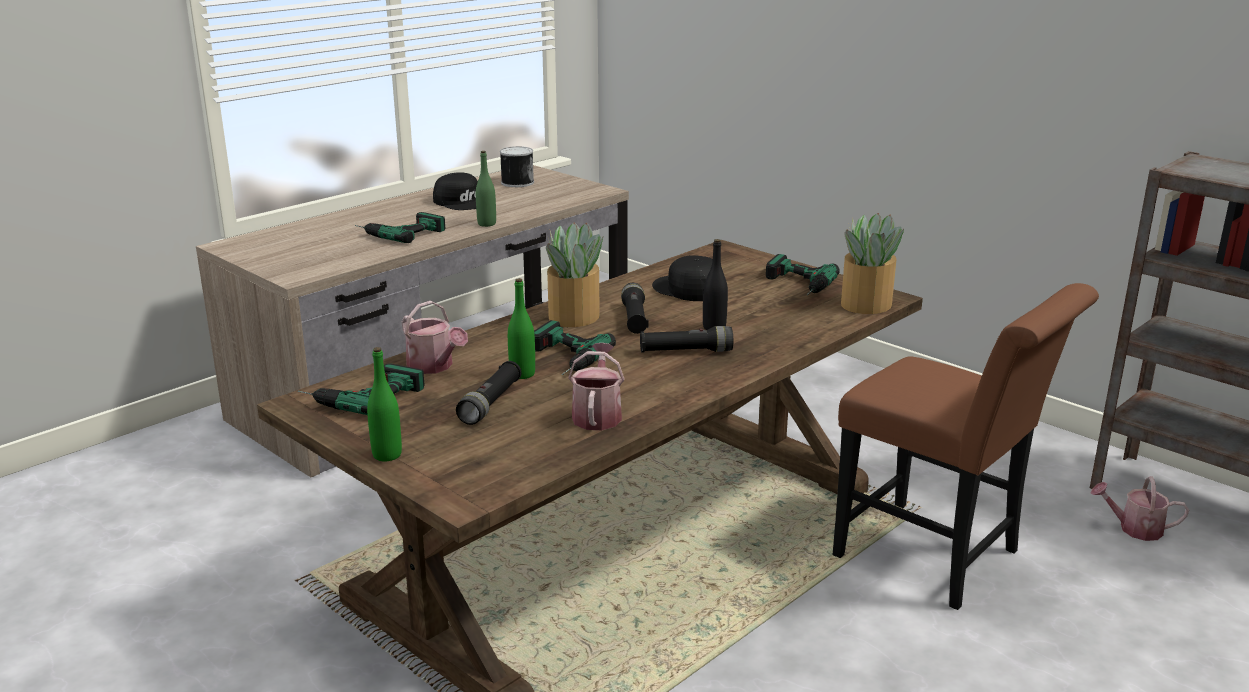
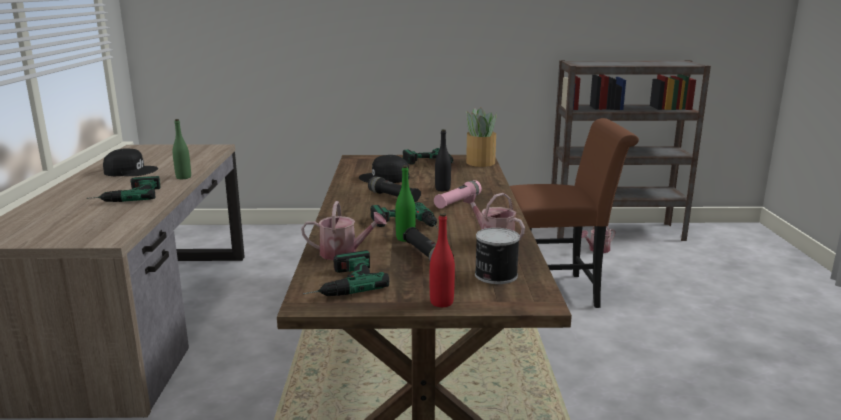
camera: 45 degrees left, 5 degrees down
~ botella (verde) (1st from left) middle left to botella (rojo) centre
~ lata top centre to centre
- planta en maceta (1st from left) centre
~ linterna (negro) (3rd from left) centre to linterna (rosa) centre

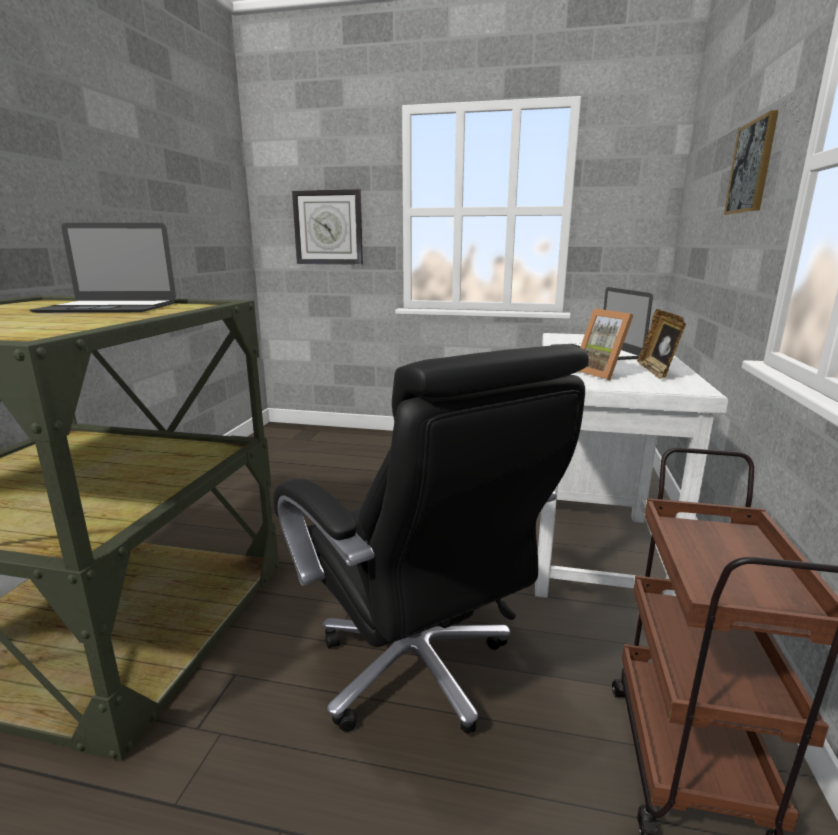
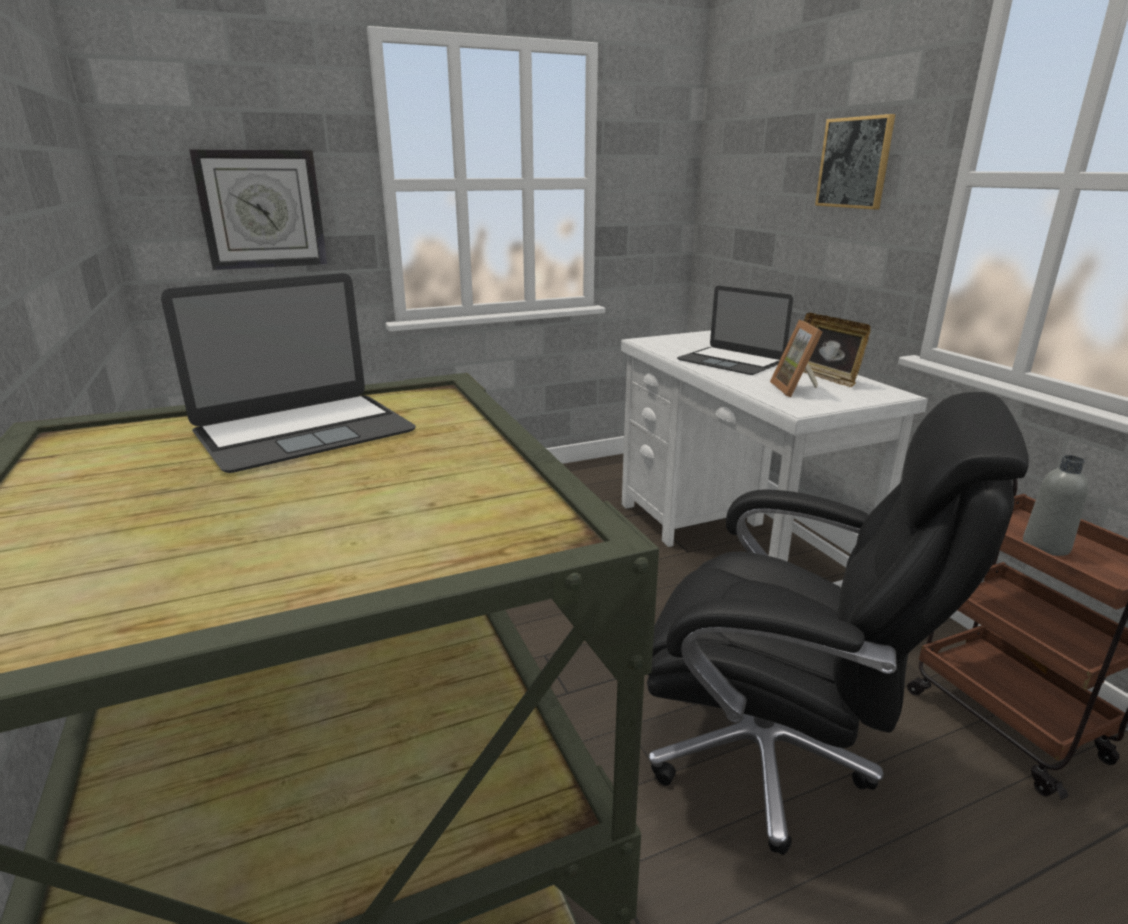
camera: 35 degrees left, 5 degrees up
~ portarretratos (1st from left) middle right = middle right 60 degrees clockwise
+ botella (gris) middle right

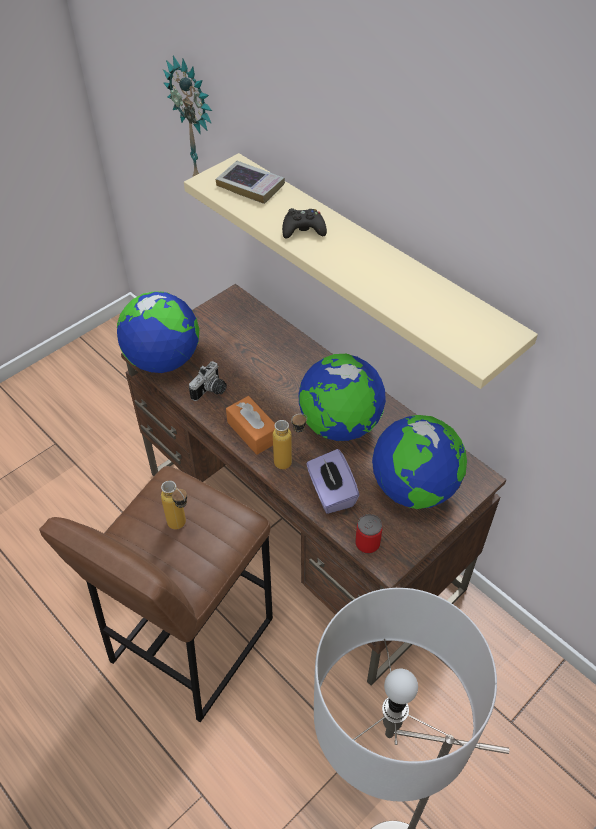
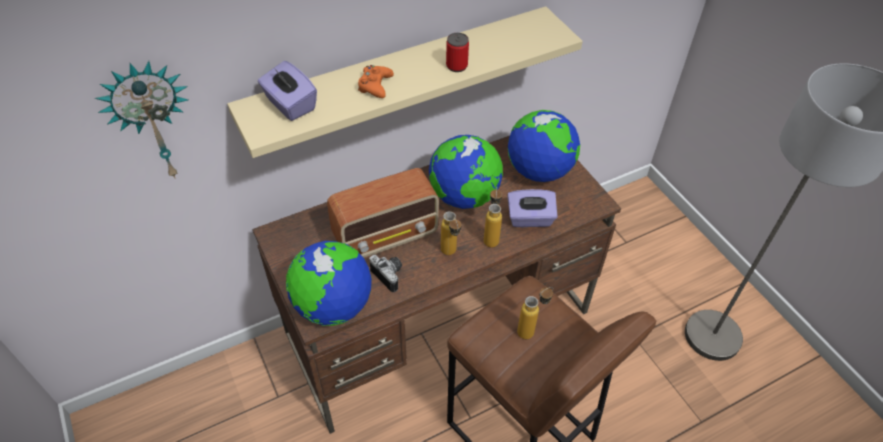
camera: 75 degrees left, 0 degrees up
~ libro top centre to caja de pañuelos (morado) (1st from left) top left
~ caja de pañuelos (naranja) centre to botella (1st from left) centre
~ mando de consola (negro) top centre to mando de consola (naranja) top centre
~ lata centre to top centre
+ radio centre

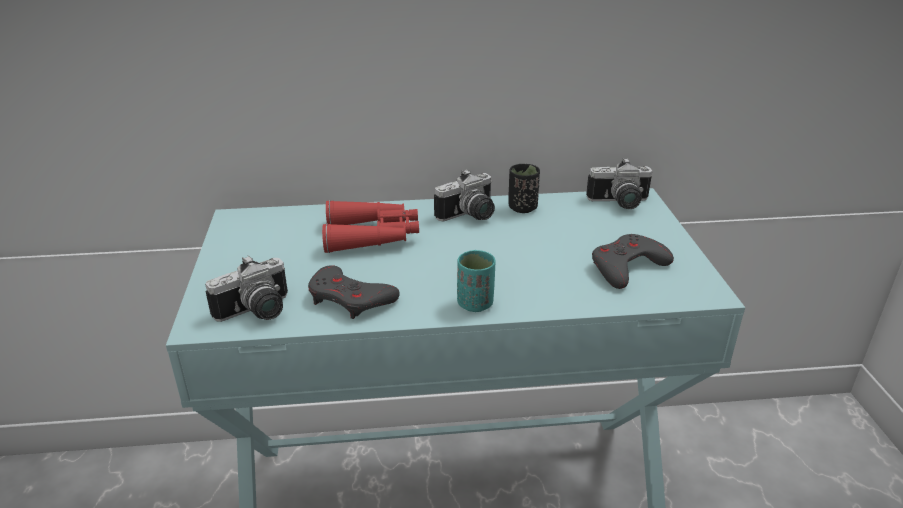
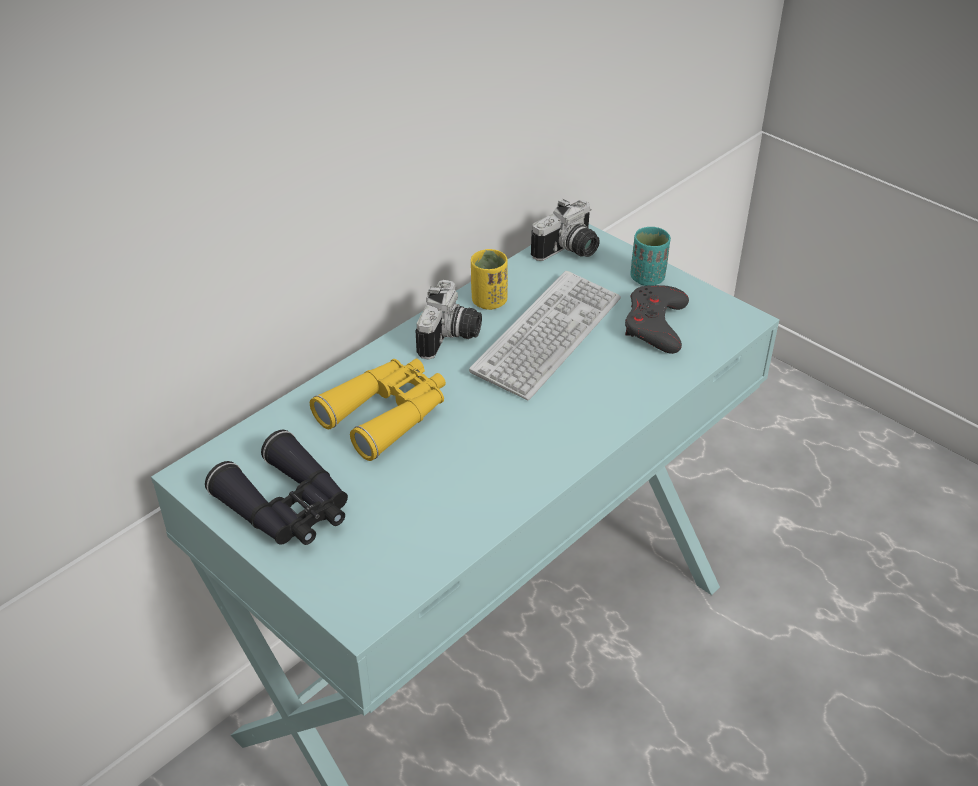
camera: 40 degrees left, 10 degrees up
- cámara (1st from left) middle left
- mando de consola (gris) (1st from left) centre
~ prismáticos (rojo) centre to prismáticos (amarillo) centre
~ taza (turquesa) centre to top centre
~ taza (negro) centre to taza (amarillo) centre
+ prismáticos (negro) middle left
+ teclado centre

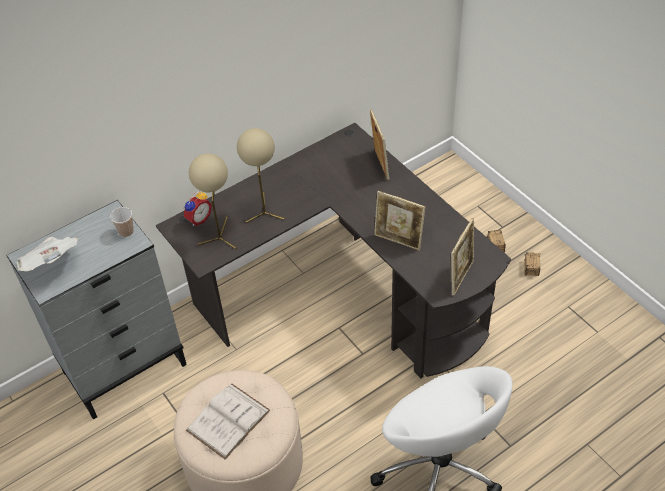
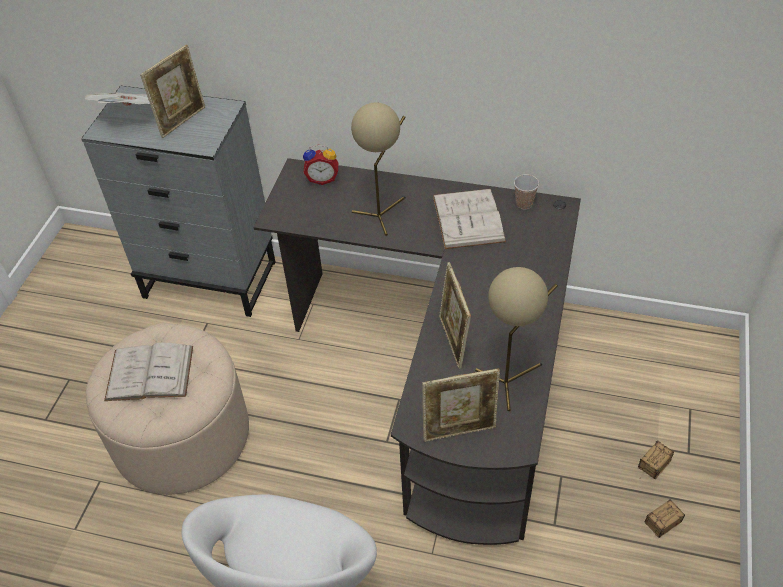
camera: 50 degrees right, 0 degrees up
~ taza middle left to top right
~ lámpara de mesa (beis) (1st from left in the first image) middle left to lámpara de mesa (beis) (2nd from left) centre
~ portarretratos (1st from left) top centre to top left
+ libro (blanco) (2nd from left) centre

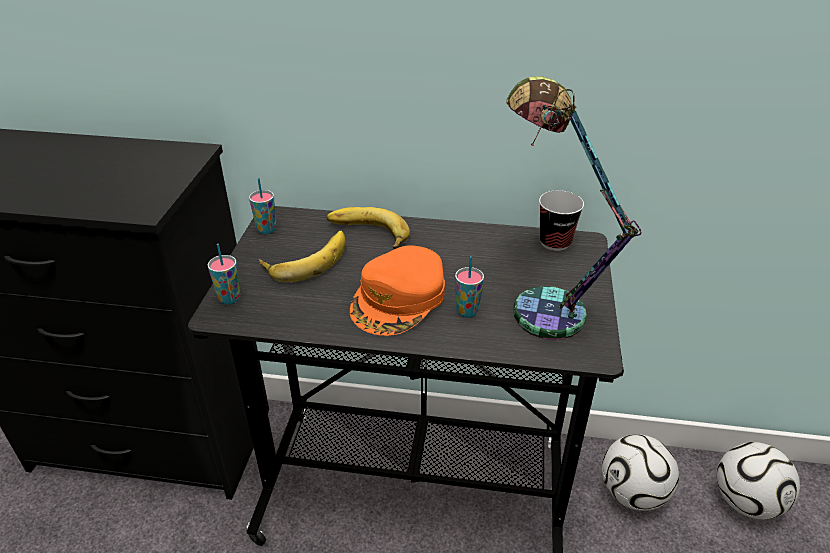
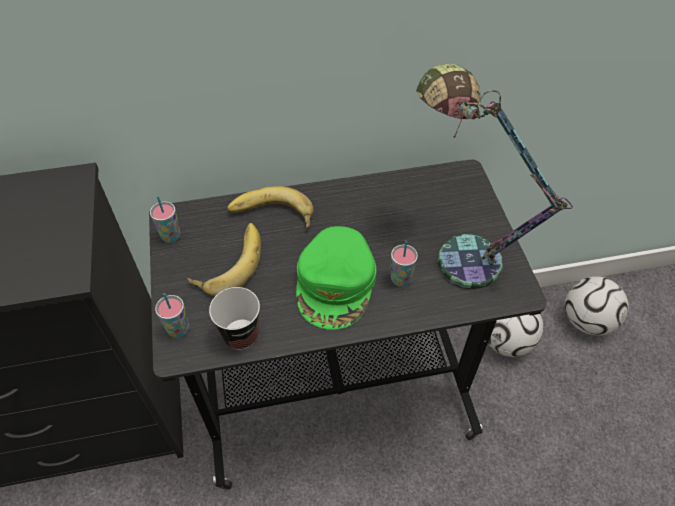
camera: 20 degrees left, 15 degrees up
~ gorra (naranja) centre to gorra (verde) centre
~ taza (4th from left in the first image) middle right to taza (3rd from left) centre

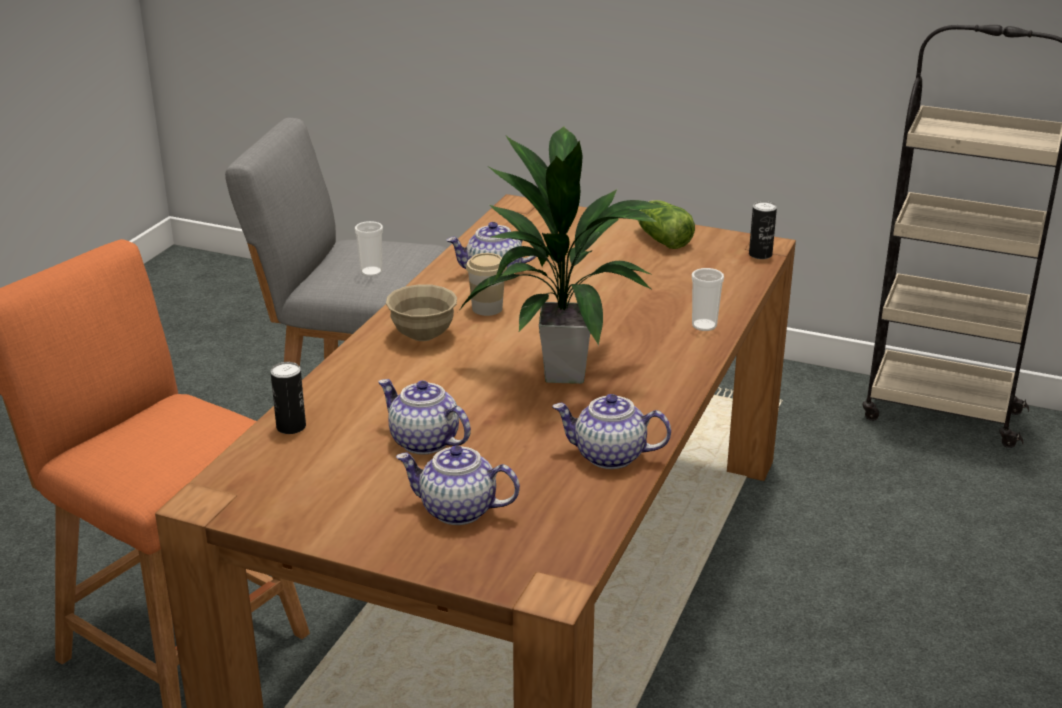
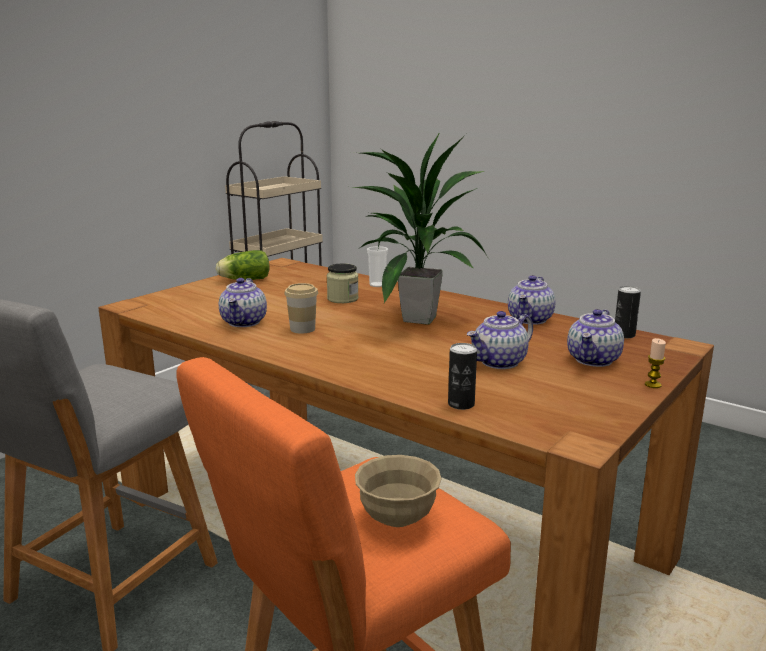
camera: 75 degrees left, 10 degrees down
- taza (1st from left) centre
~ cuenco (beis) centre to bottom centre
~ lata (2nd from left) top right to middle right
+ tarro centre
+ vela middle right

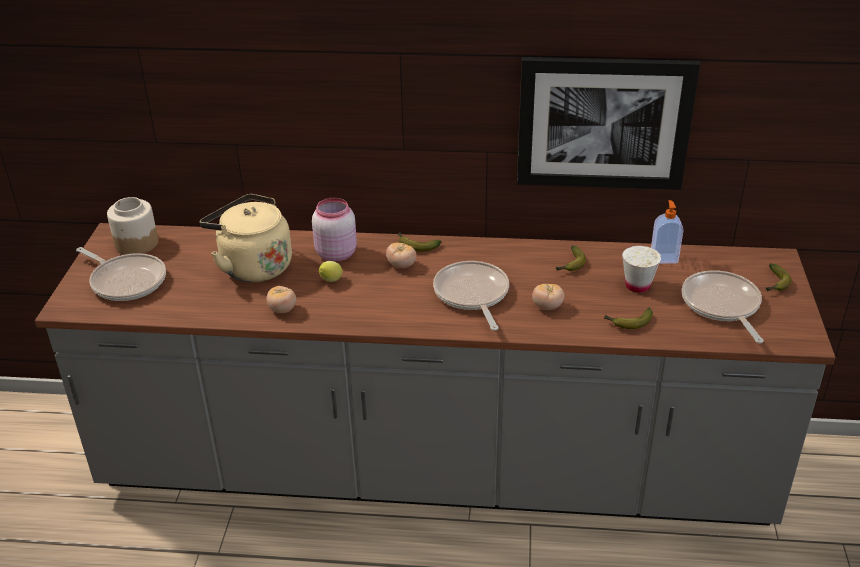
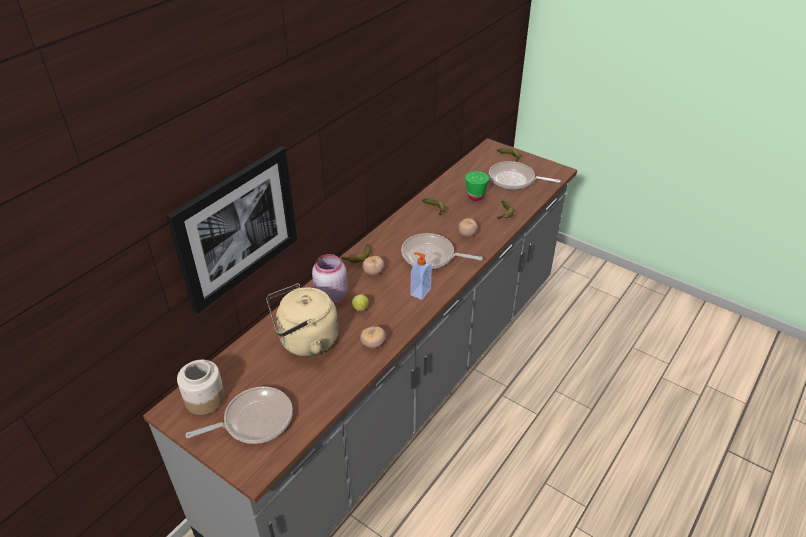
camera: 60 degrees left, 5 degrees up
~ cuadro top right to middle left
~ taza (blanco) middle right to taza (verde) centre
~ dispensador de jabón middle right to centre

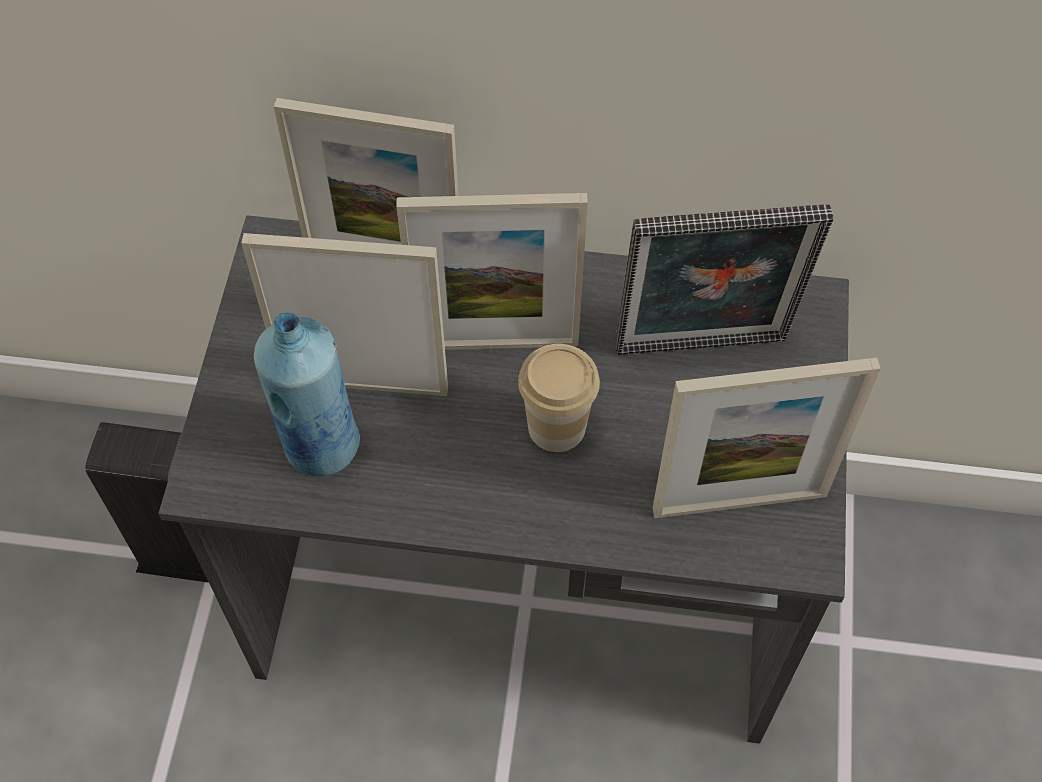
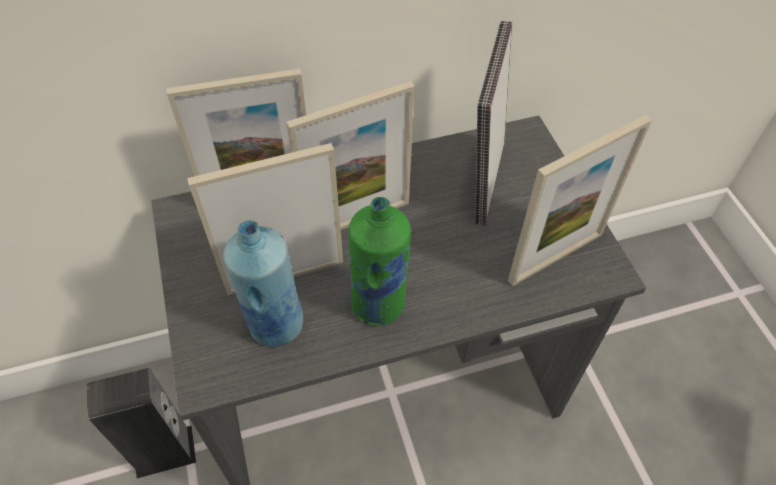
camera: 25 degrees left, 5 degrees down
- taza centre
~ portarretratos (4th from left) middle right = top centre 135 degrees clockwise
+ botella (verde) centre

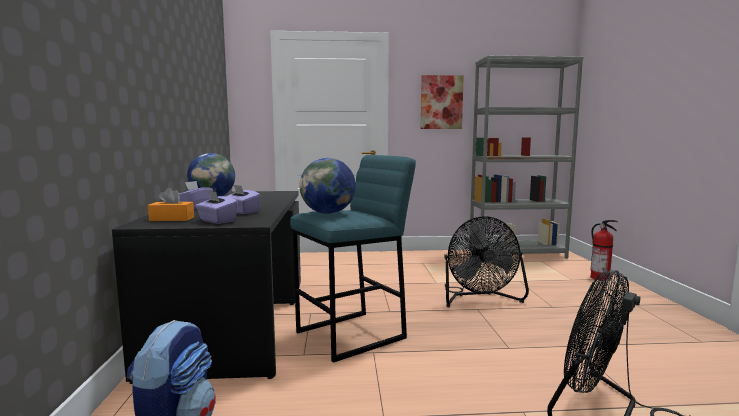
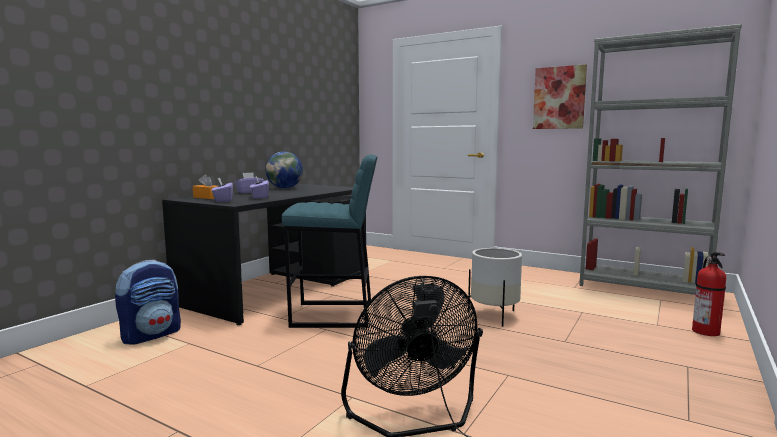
camera: 35 degrees right, 0 degrees up
- globo terráqueo (2nd from left) centre
~ ventilador (negro) (1st from left) centre to maceta (blanco) centre

